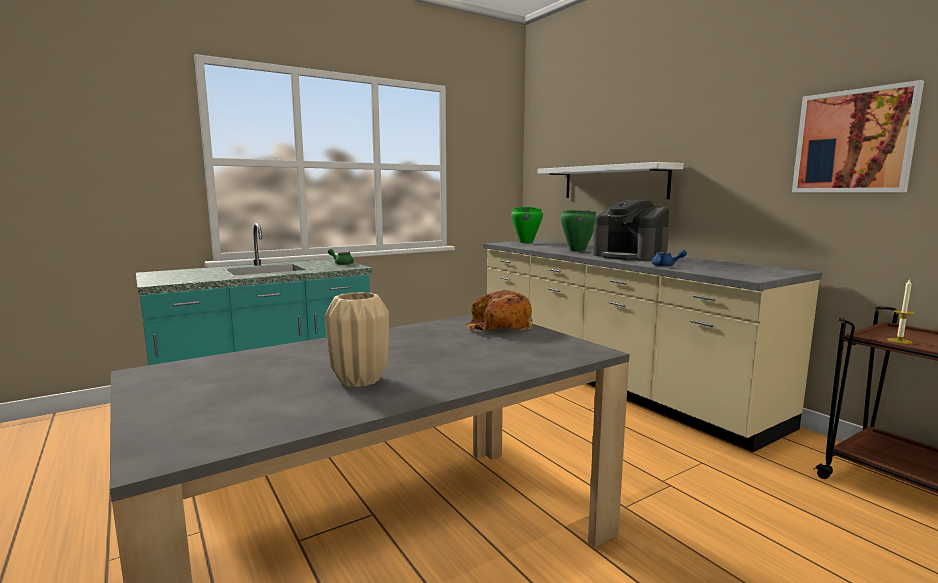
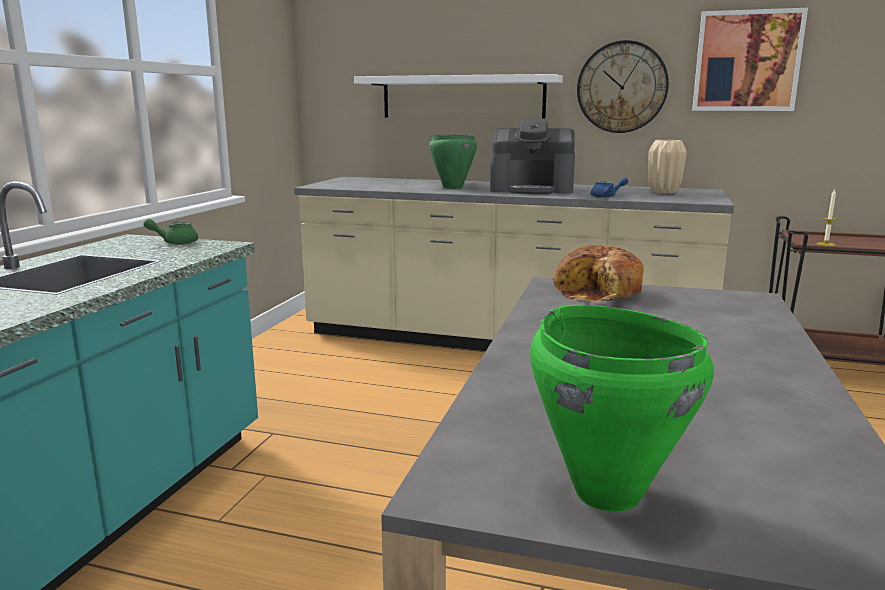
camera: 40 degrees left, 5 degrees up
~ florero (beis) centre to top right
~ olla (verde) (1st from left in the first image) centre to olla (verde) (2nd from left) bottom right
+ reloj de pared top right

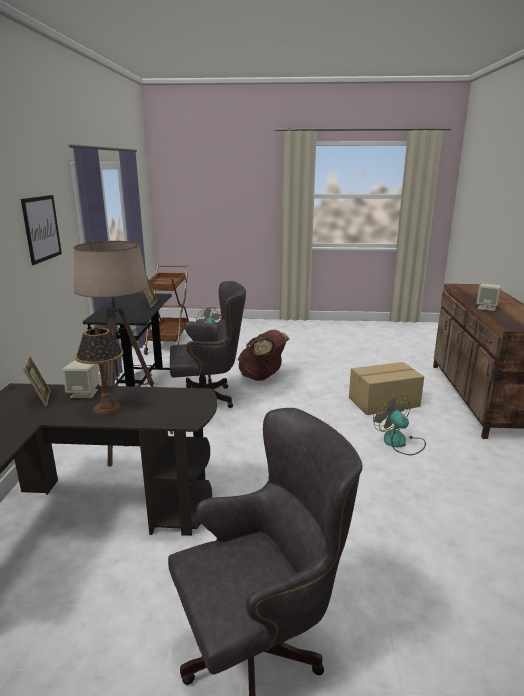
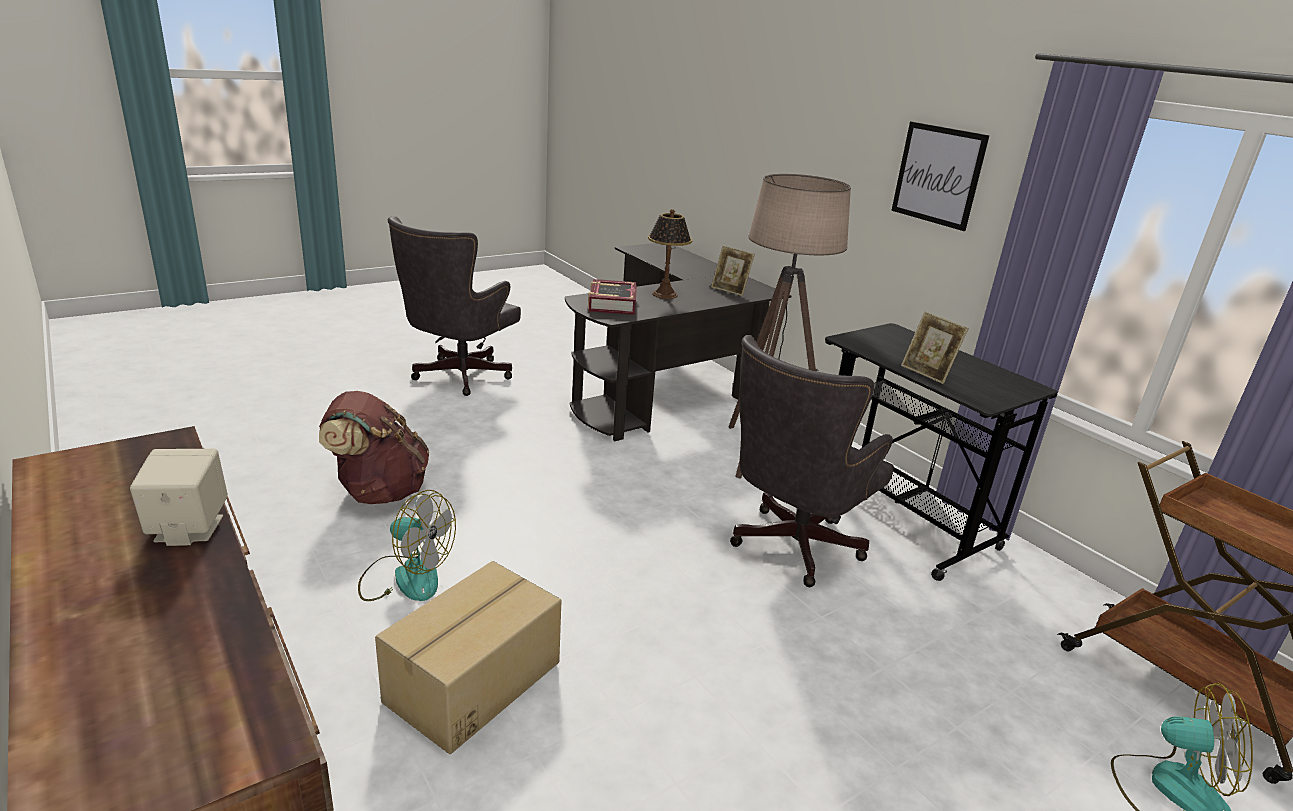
camera: 140 degrees right, 5 degrees up
- altavoz (beis) (1st from left) middle left
~ mochila (marrón) centre to middle left
+ libro centre

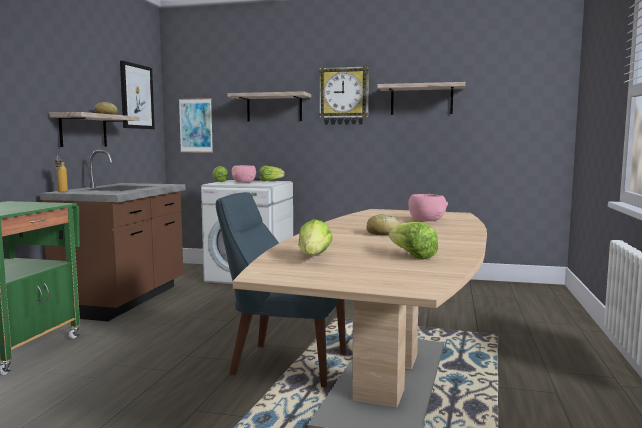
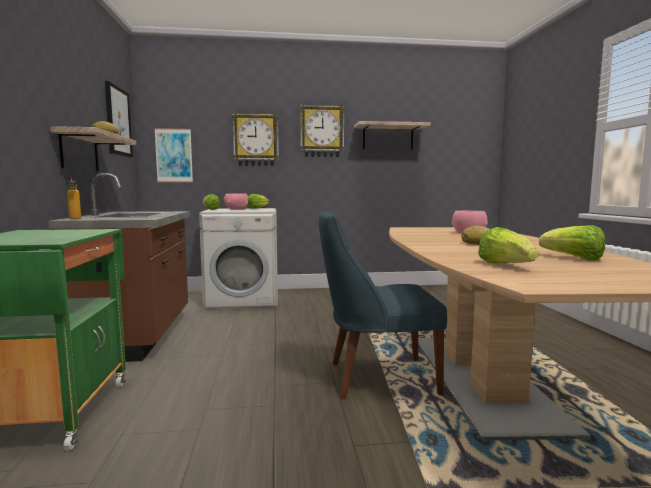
camera: 20 degrees left, 0 degrees up
~ estante (2nd from left) top centre to reloj de pared (1st from left) top centre

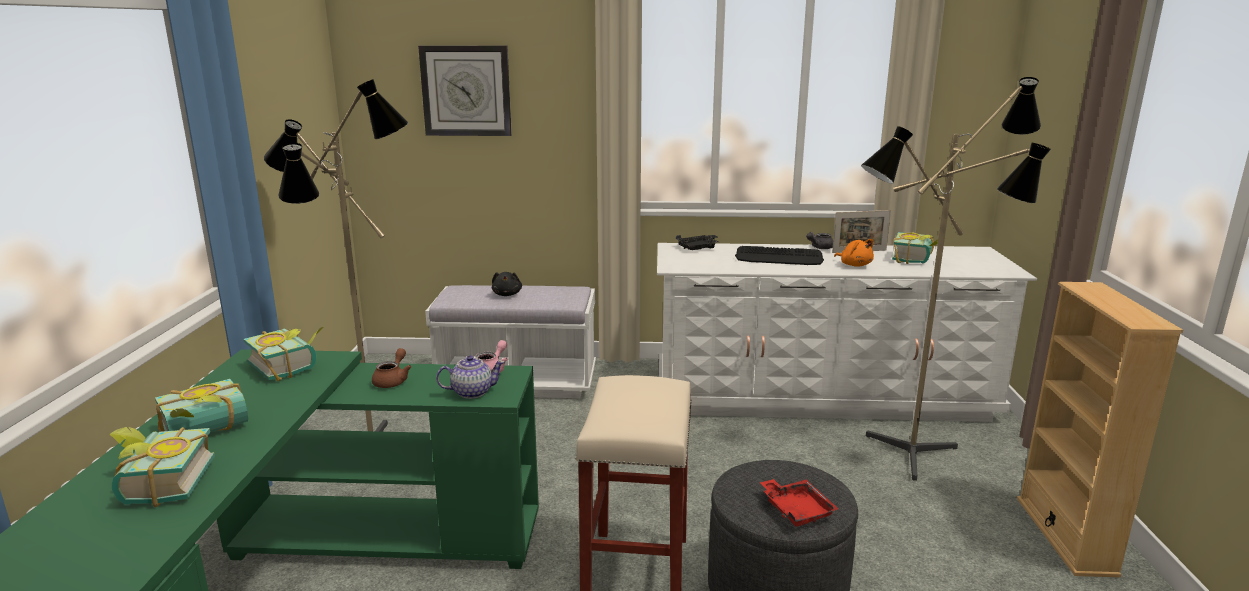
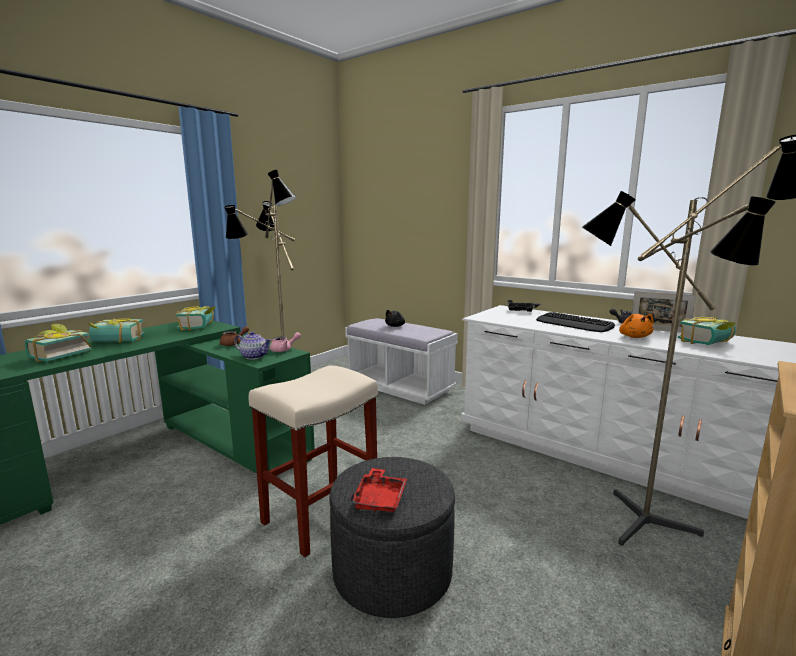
camera: 35 degrees right, 5 degrees down
- reloj de pared top centre

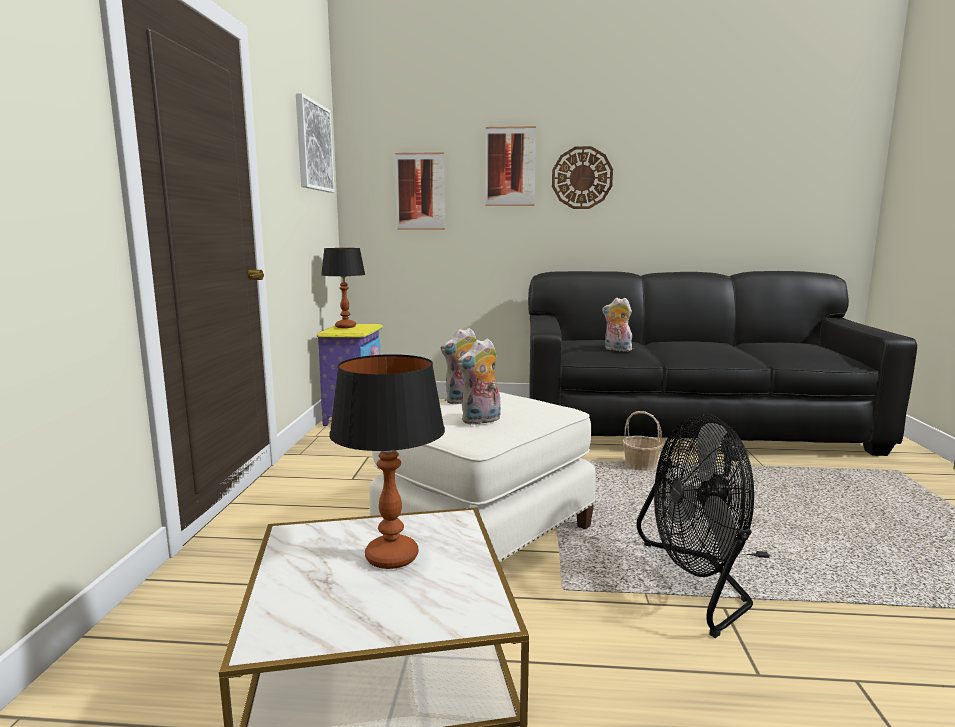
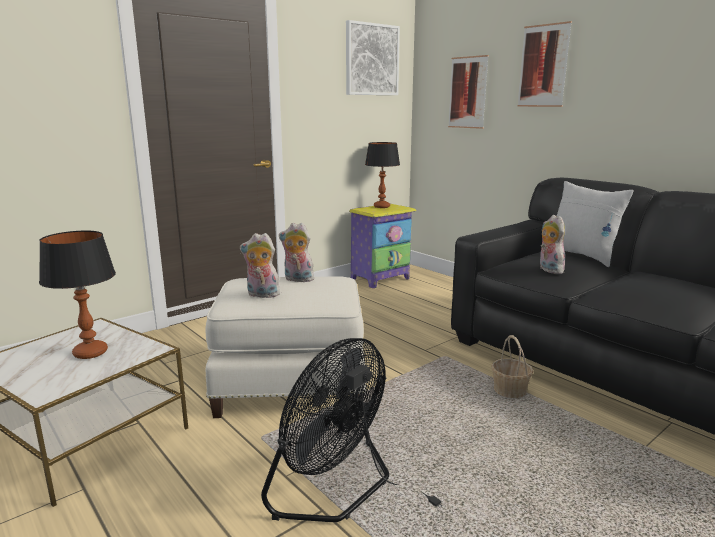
camera: 45 degrees right, 5 degrees up
- reloj de pared top centre
+ cojín (gris) middle right

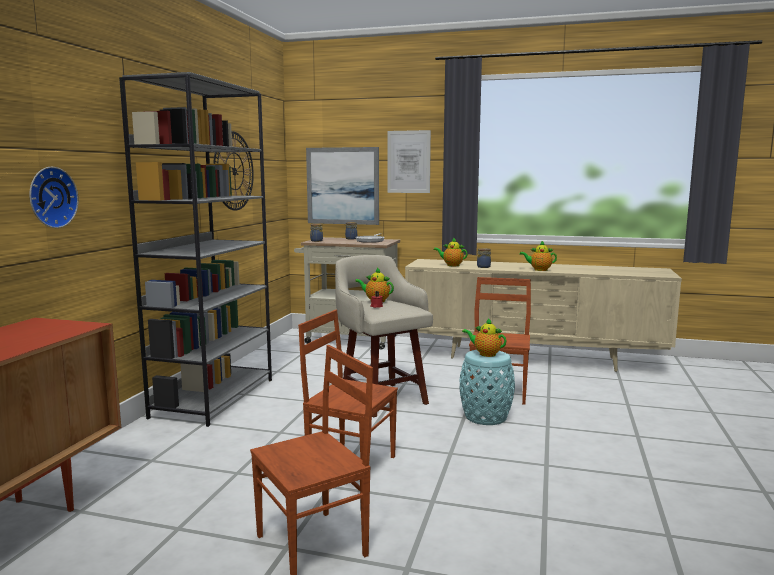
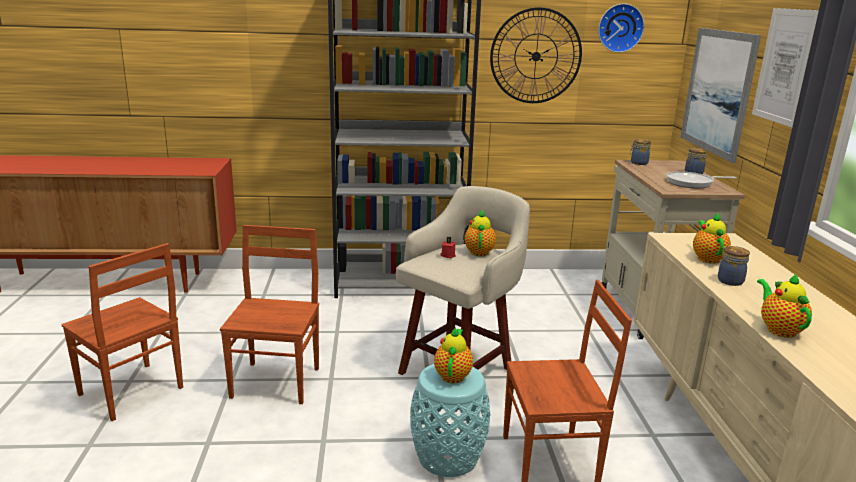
camera: 70 degrees right, 10 degrees up
~ reloj de pared (1st from left in the first image) middle left to reloj de pared (2nd from left) top right

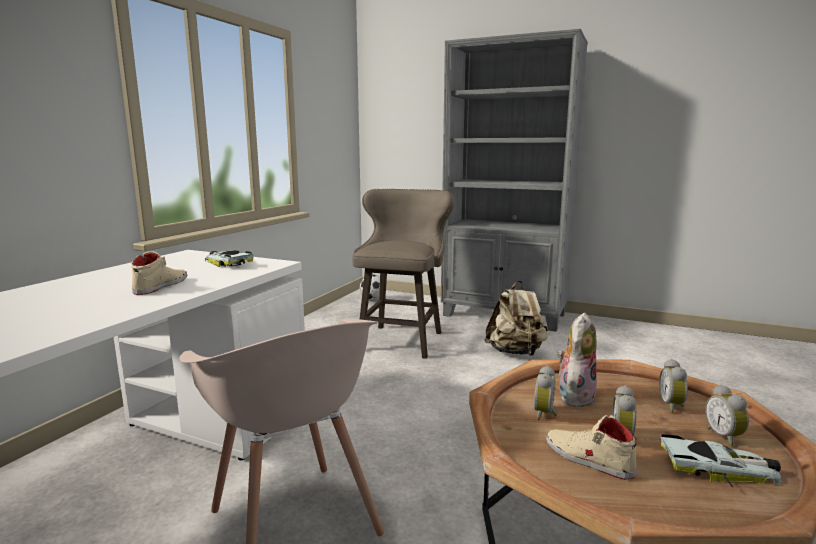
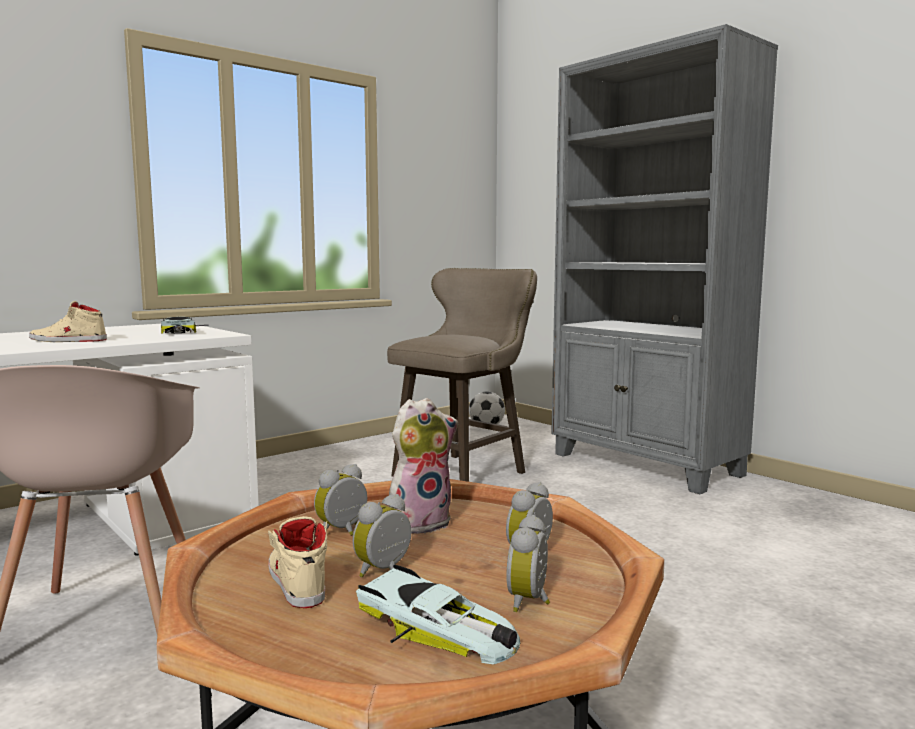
camera: 25 degrees right, 5 degrees down
~ zapato (beis) (1st from left) middle left = middle left 135 degrees counterclockwise
- mochila (beis) centre

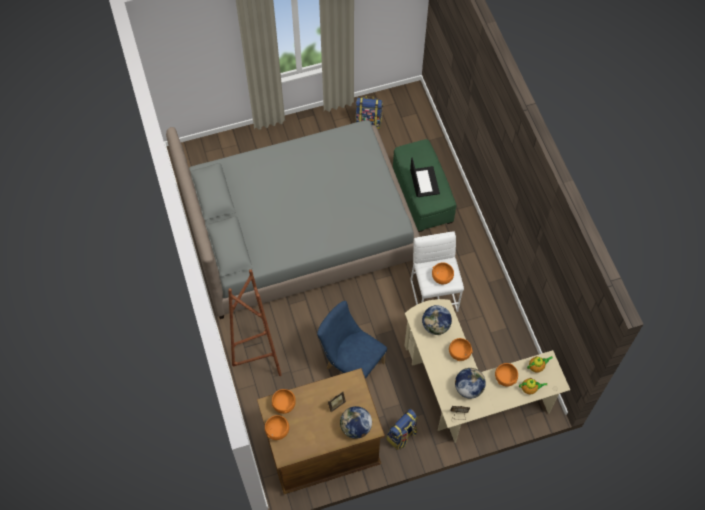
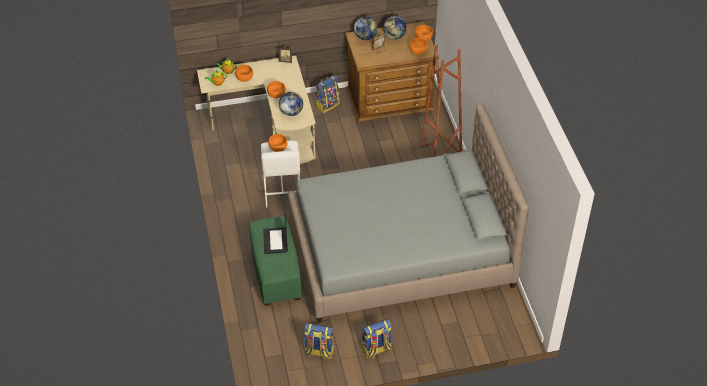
camera: 175 degrees left, 15 degrees down
- silla (azul) bottom centre
~ globo terráqueo (3rd from left) bottom right to top centre
+ mochila (3rd from left) bottom centre

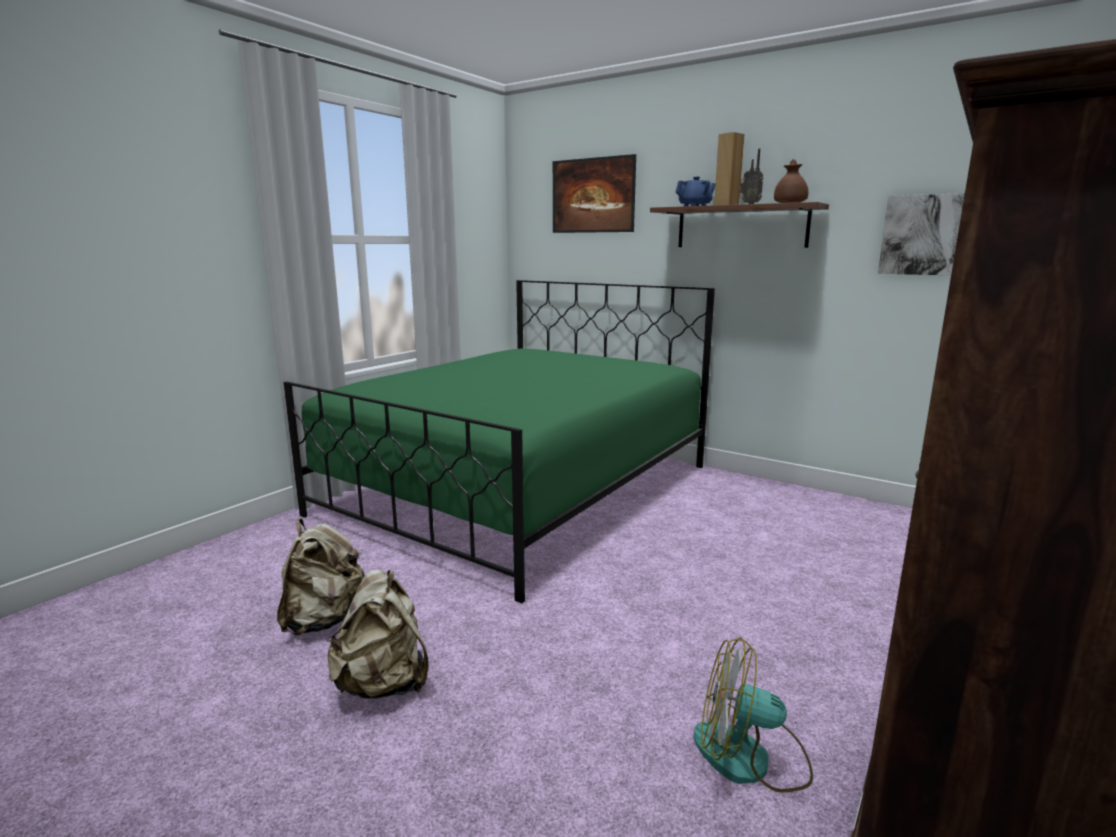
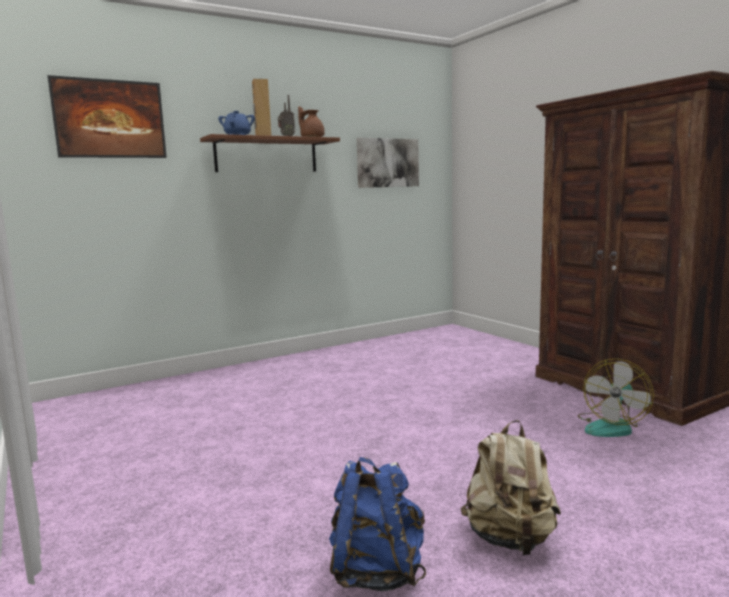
camera: 65 degrees left, 5 degrees down
~ mochila (beis) (1st from left) bottom left to mochila (azul) bottom centre
- cama (verde) centre

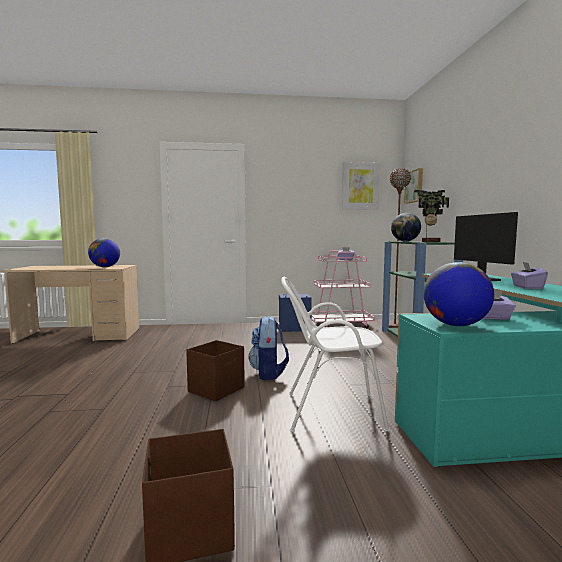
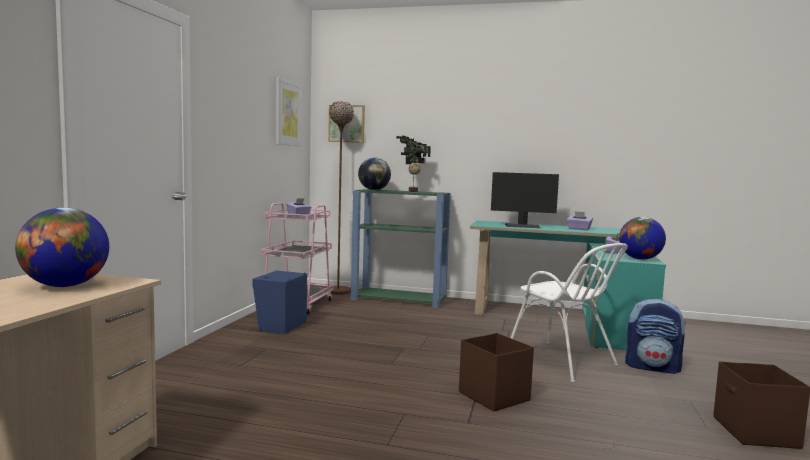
camera: 70 degrees left, 0 degrees up
~ mochila centre to bottom right
~ silla (blanco) centre = bottom right 60 degrees counterclockwise

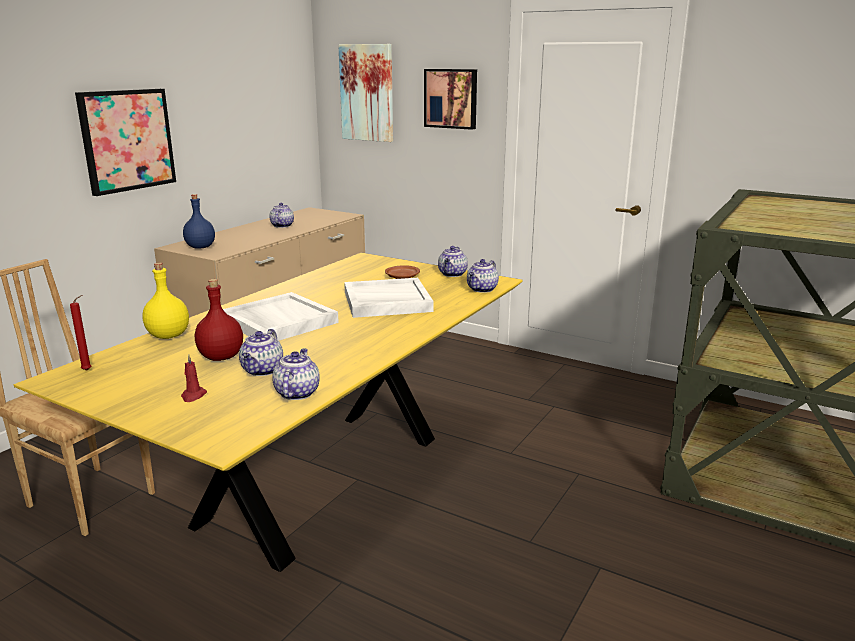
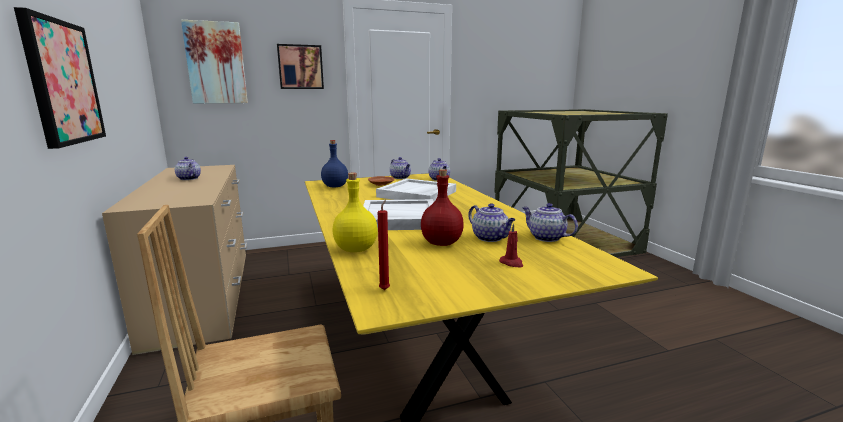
camera: 50 degrees left, 5 degrees down
~ botella (azul) middle left to centre

